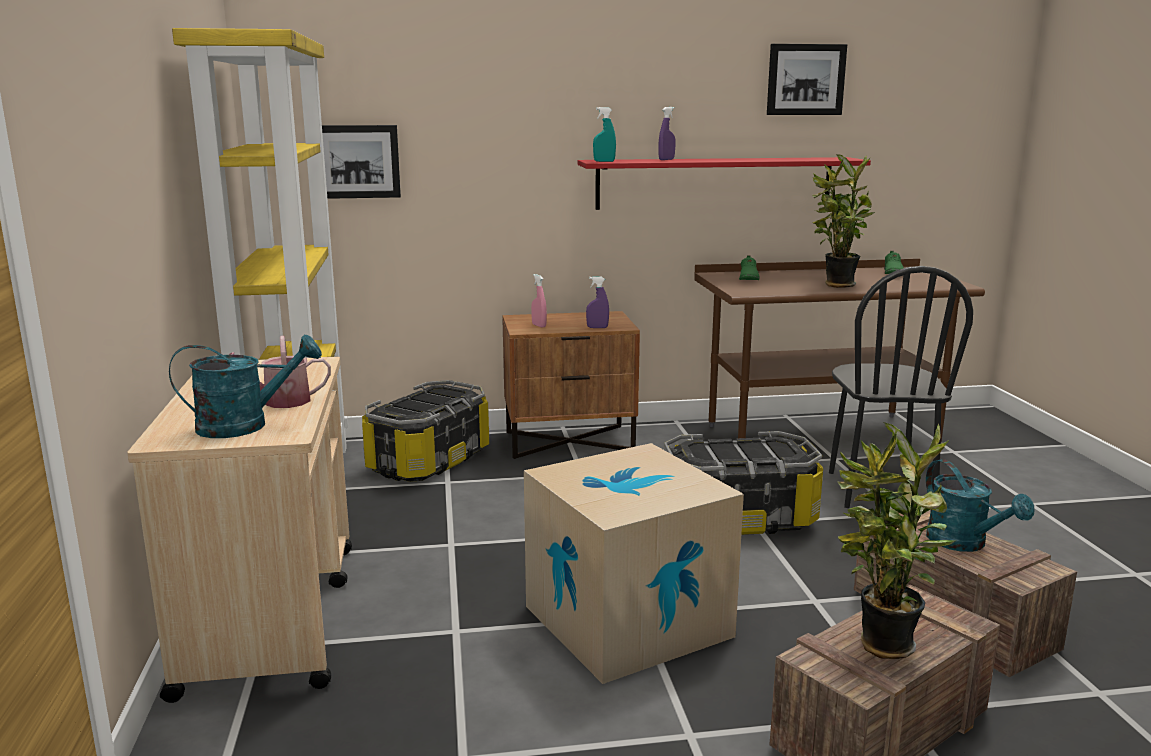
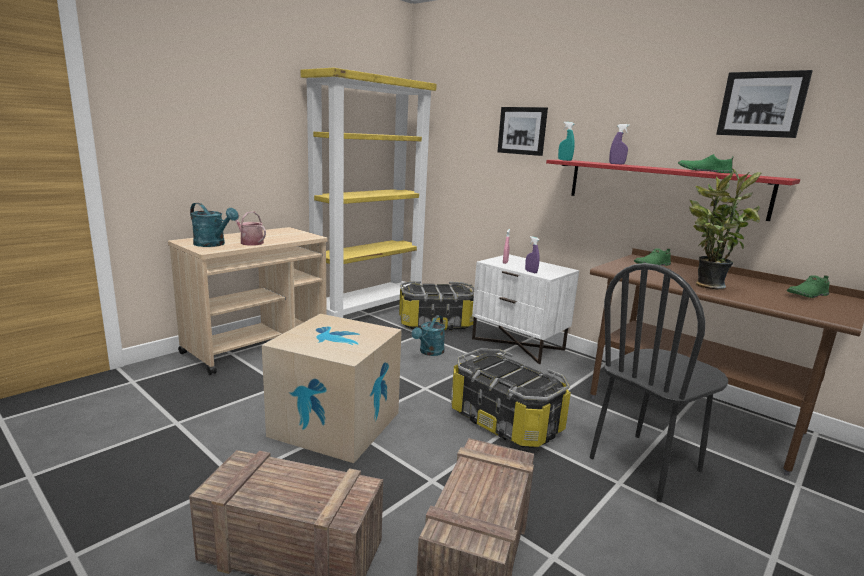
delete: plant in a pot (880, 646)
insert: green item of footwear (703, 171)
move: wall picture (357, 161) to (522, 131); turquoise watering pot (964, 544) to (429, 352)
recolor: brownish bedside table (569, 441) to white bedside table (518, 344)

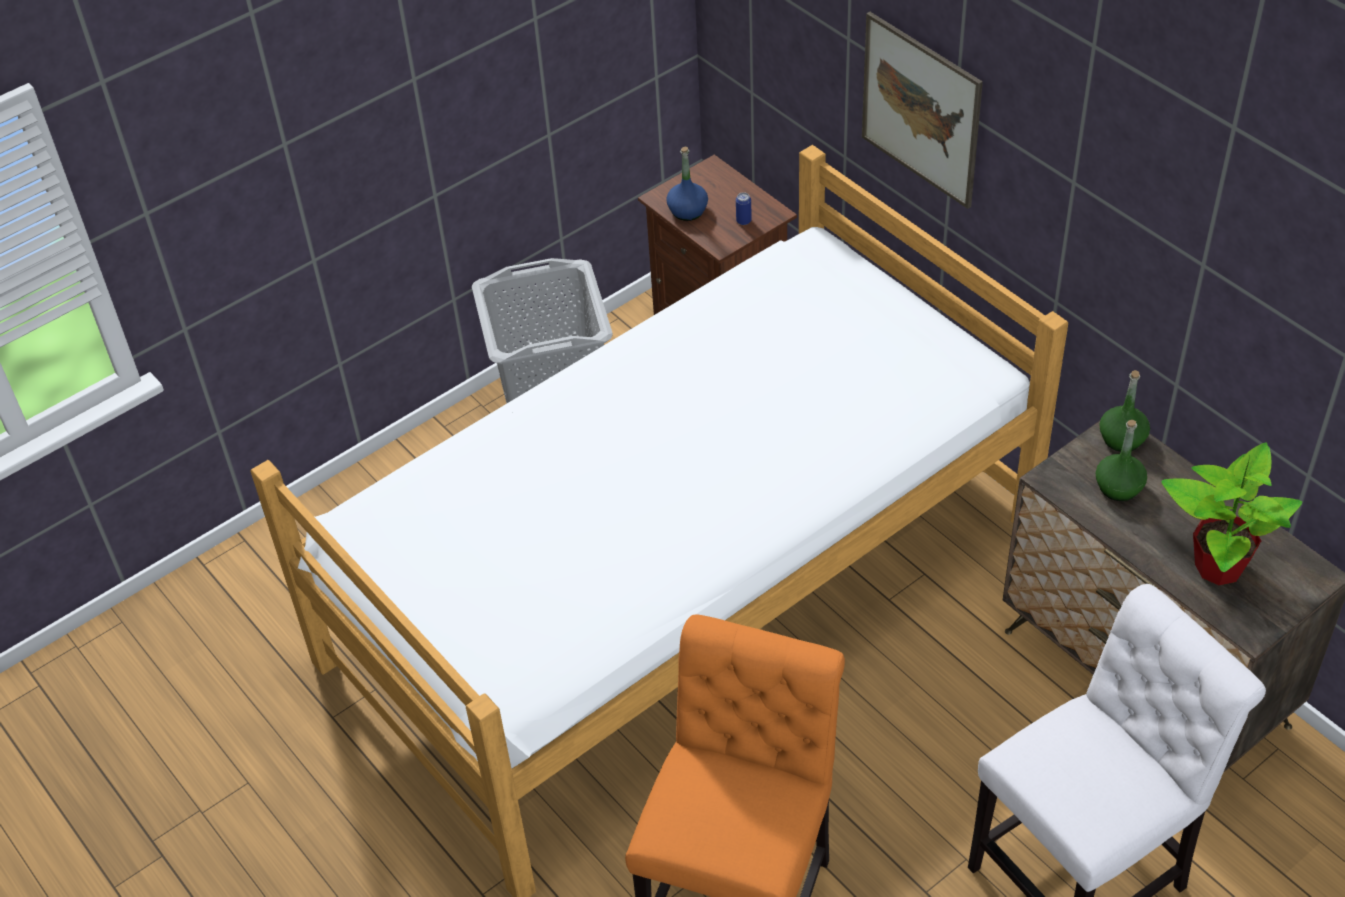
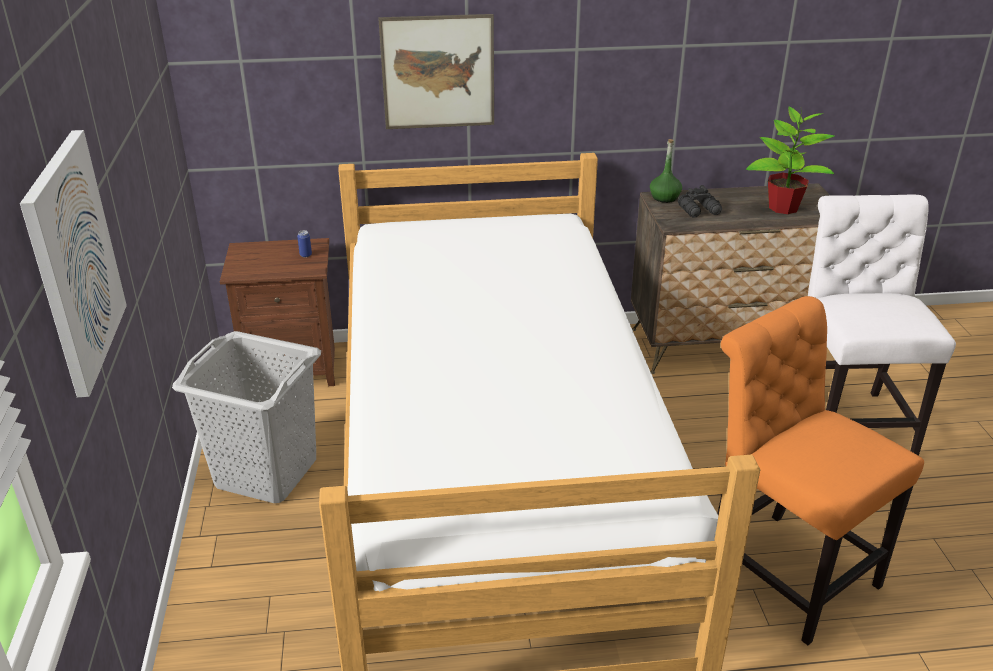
delete: blue beverage bottle (687, 211)
insert: wall picture (73, 261)
replace: green beverage bottle (1118, 487) to black binoculars (700, 210)

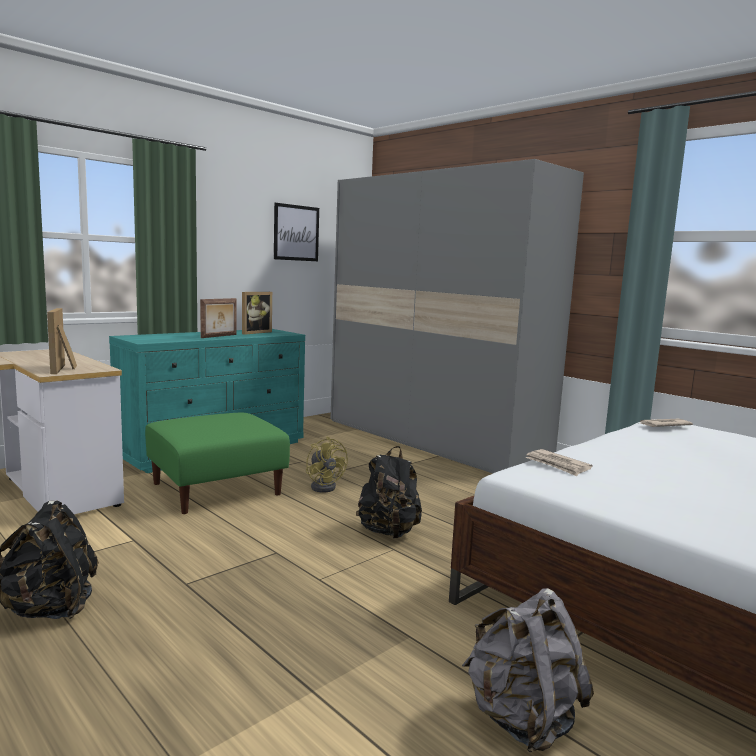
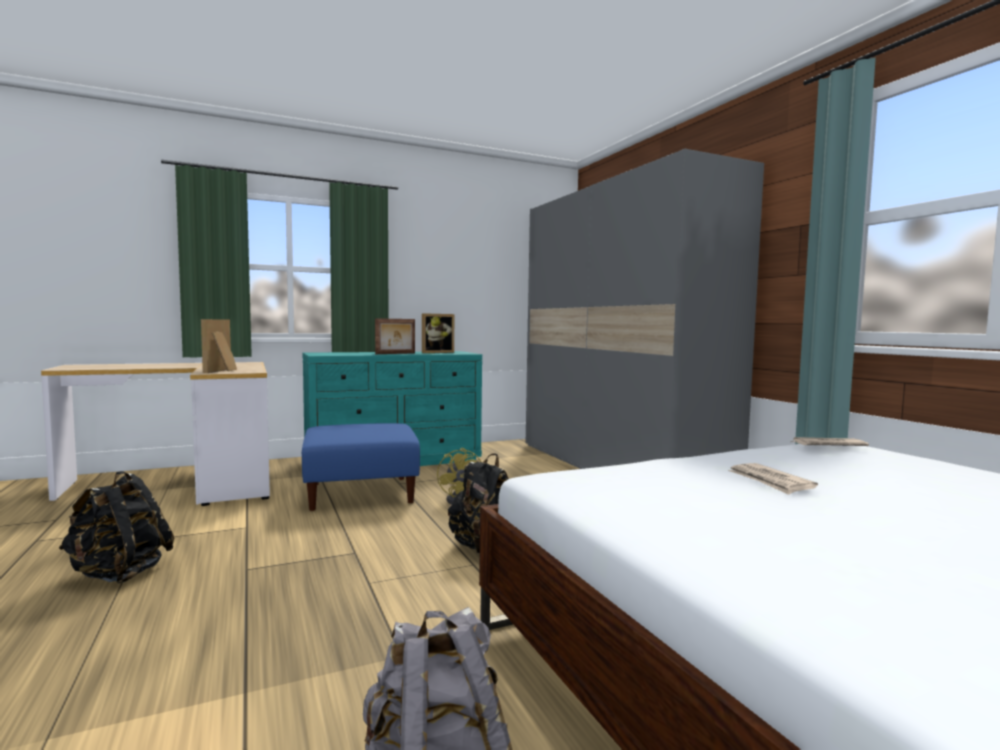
delete: wall picture (296, 233)
move: printed paper (557, 465) to (770, 481)
recolor: green ottoman (216, 489) to blue ottoman (360, 493)

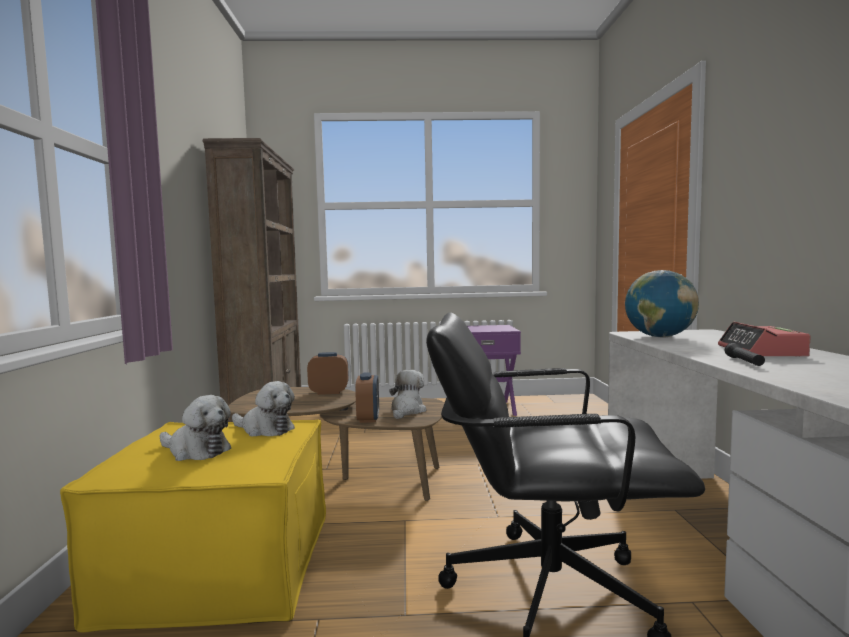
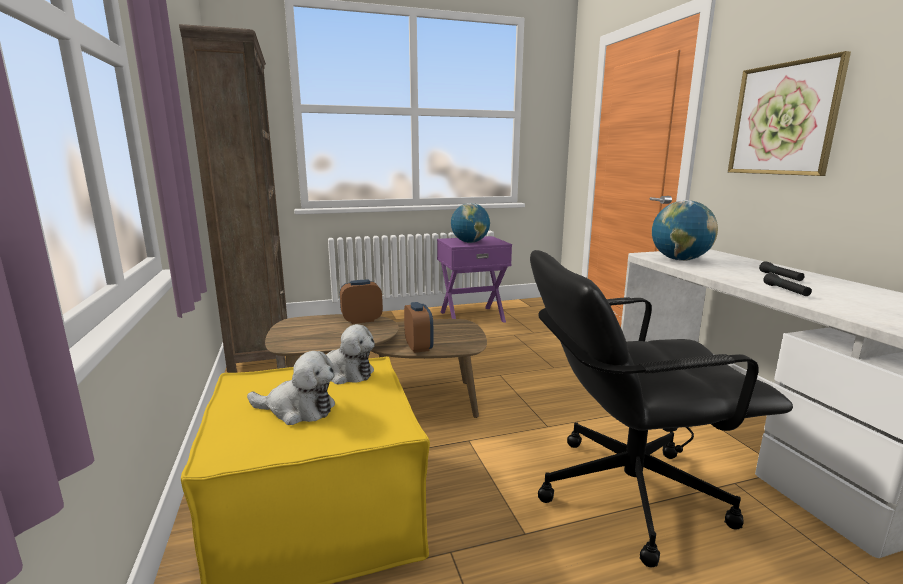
delete: cuddly toy (407, 411)
insert: world globe (470, 242); wall picture (783, 119)
replace: alarm clock (761, 351) to black flashlight (780, 277)

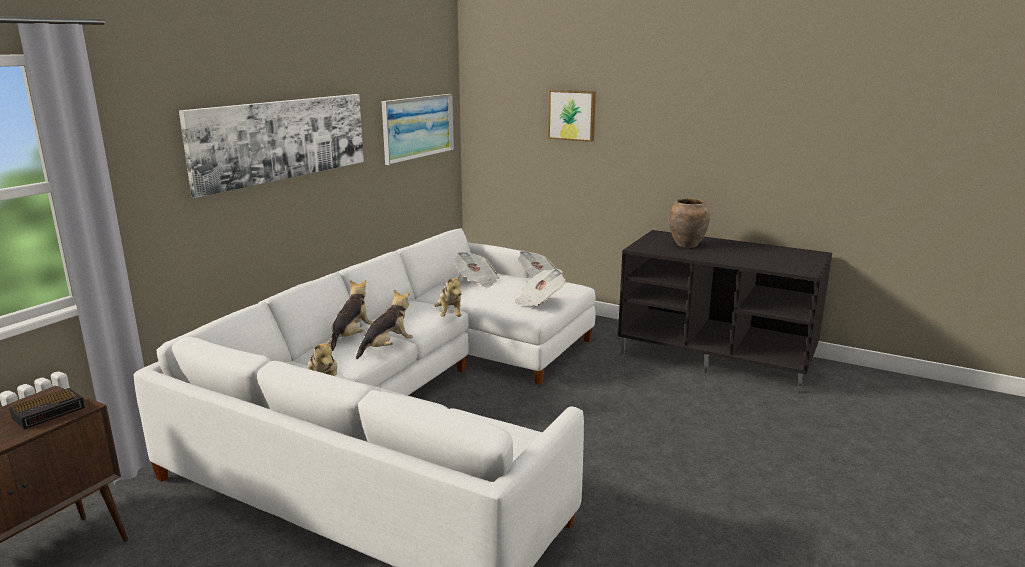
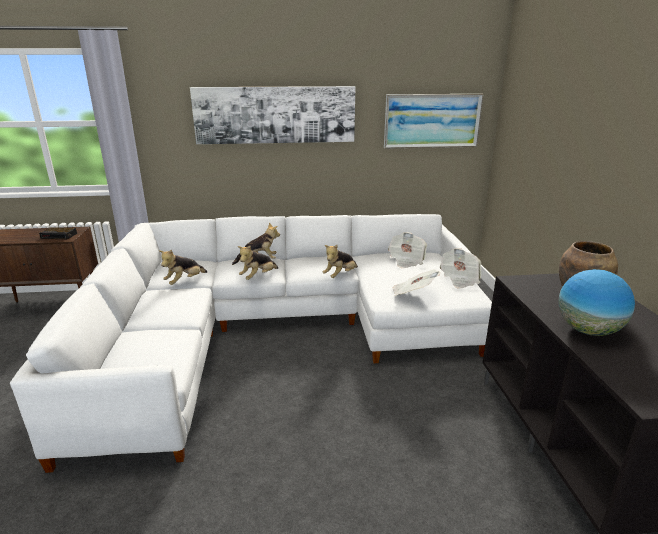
delete: wall picture (572, 115)
insert: world globe (587, 330)
rotate: cuddly toy (387, 347) = (258, 277) 120 degrees clockwise

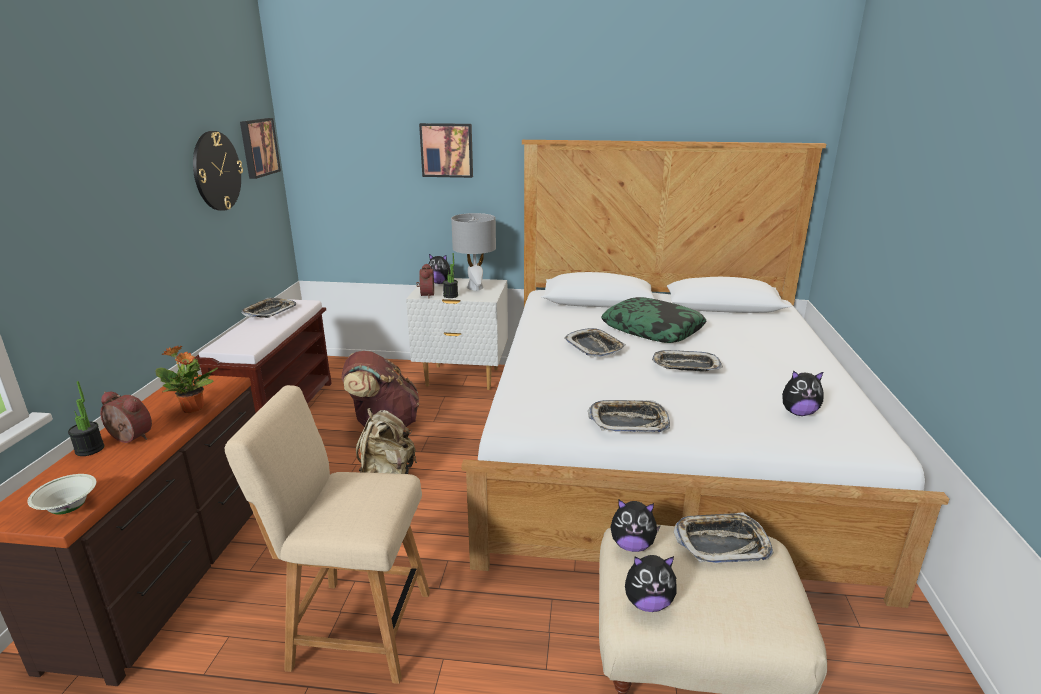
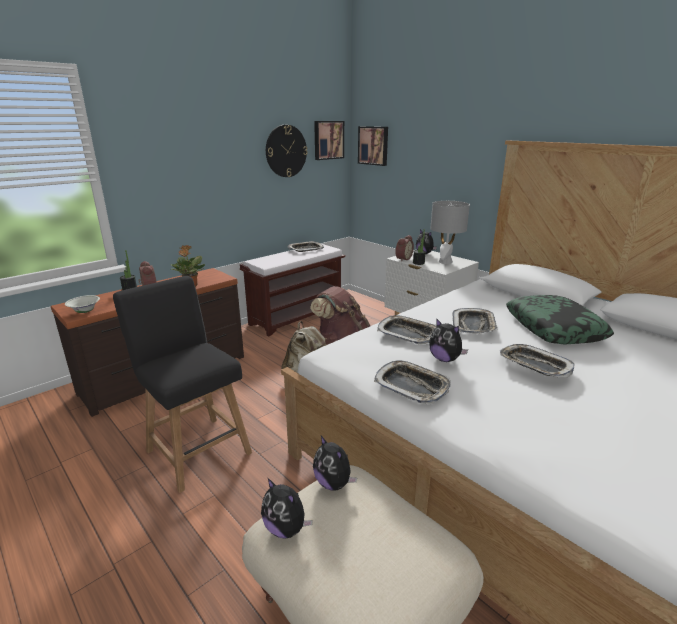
move: wall picture (447, 150) to (373, 145); carrying tray (722, 543) to (407, 333); cuddly toy (798, 413) to (445, 359)
recolor: beige plain chair (354, 628) to black plain chair (196, 449)

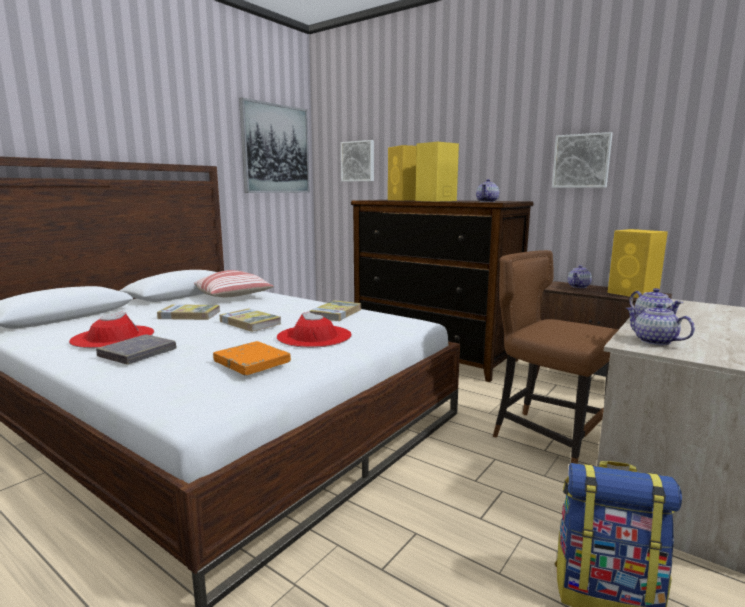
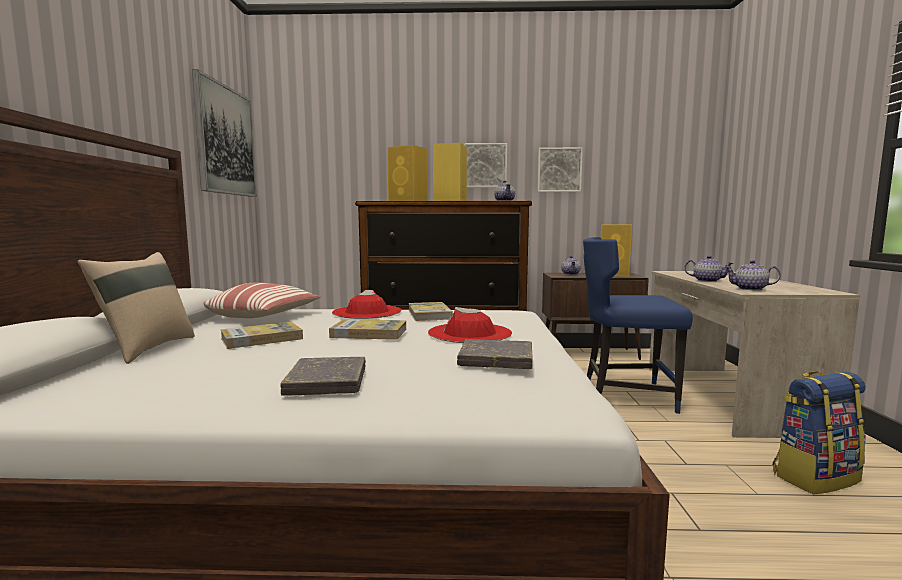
insert: beige throw pillow (146, 348)
move: reddish wearable hat (113, 337) to (367, 312); wall picture (358, 161) to (485, 165)
recolor: orange volume (252, 362) to gray volume (496, 359); brownish plain chair (546, 437) to blue plain chair (625, 396)

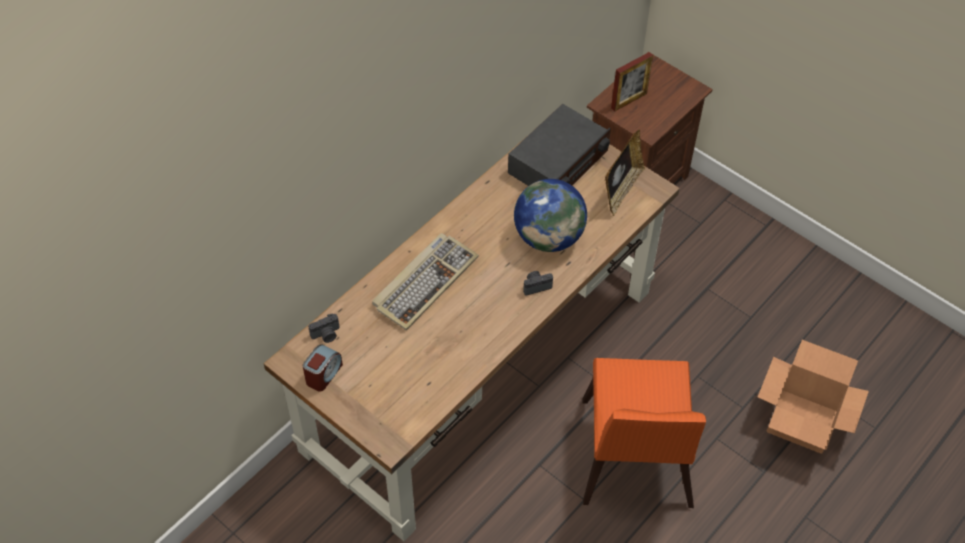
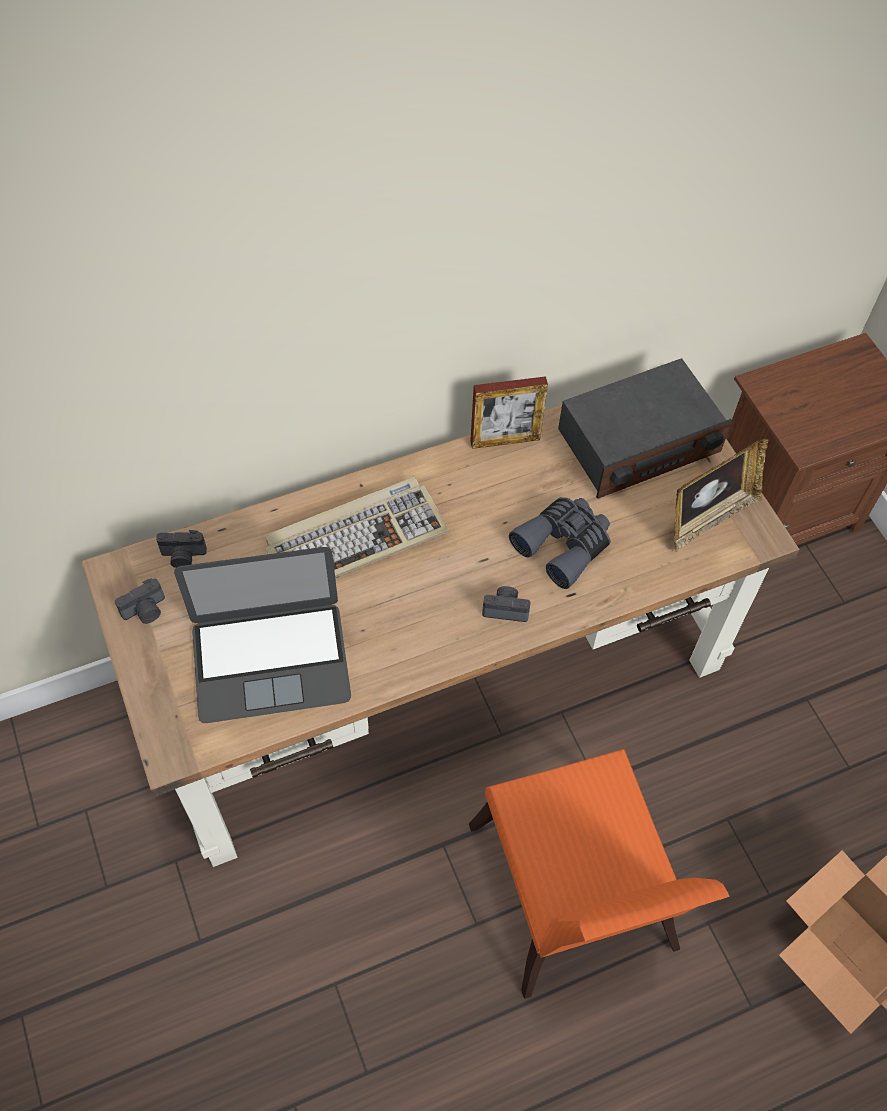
insert: portable computer (270, 661)
move: picture frame (629, 100) to (505, 440)
replace: alarm clock (323, 374) to photo camera (146, 611); world globe (548, 237) to gray binoculars (564, 545)
rotate: orange plain chair (633, 462) = (573, 902) 45 degrees counterclockwise

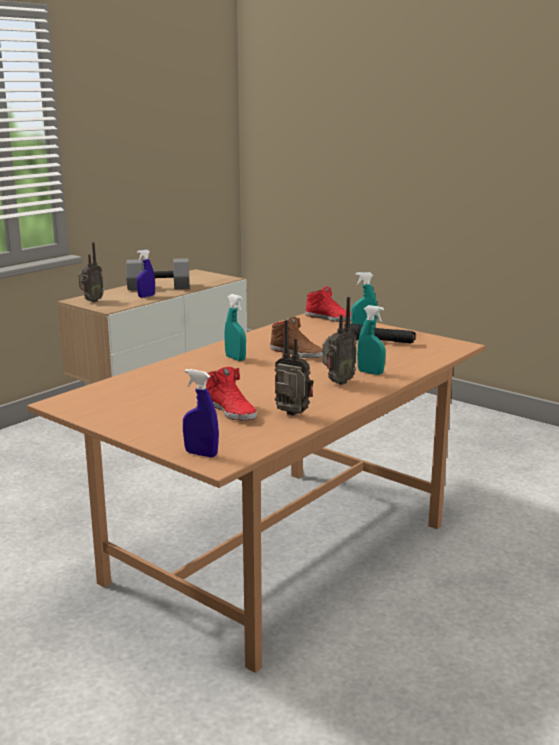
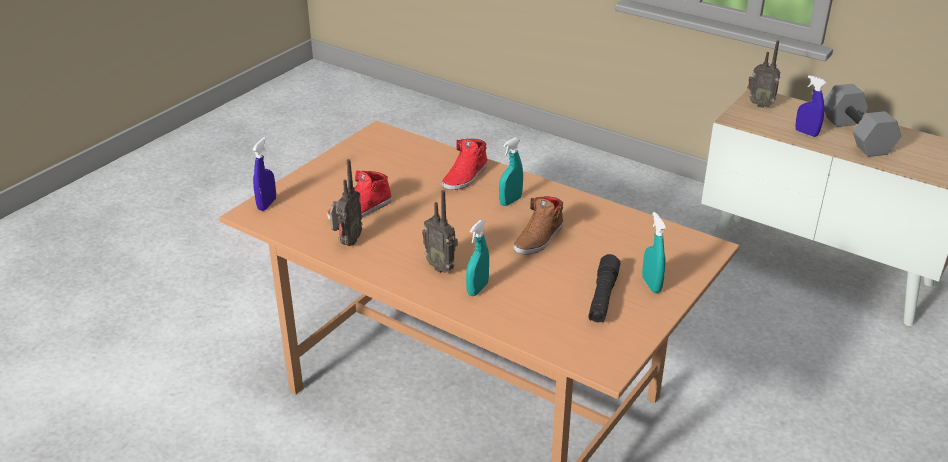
move: reddish item of footwear (330, 318) to (466, 176)

